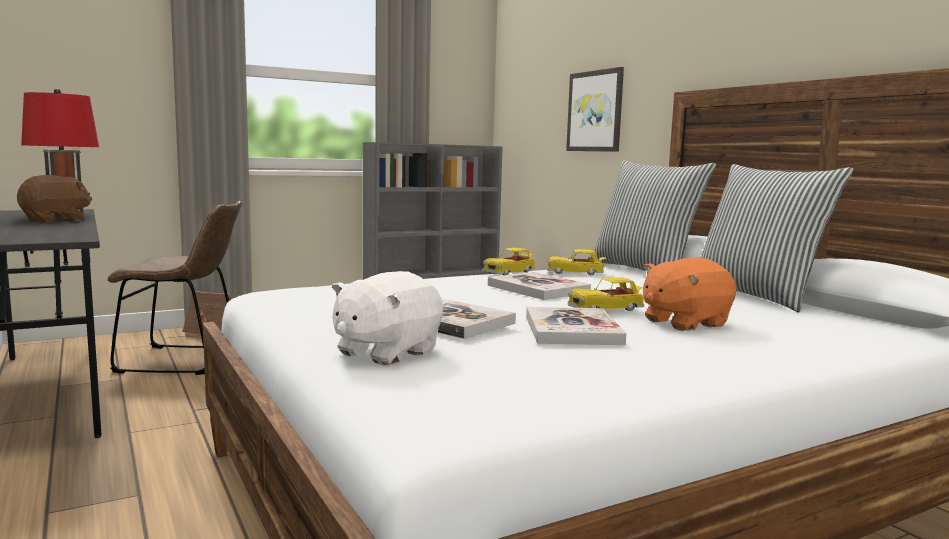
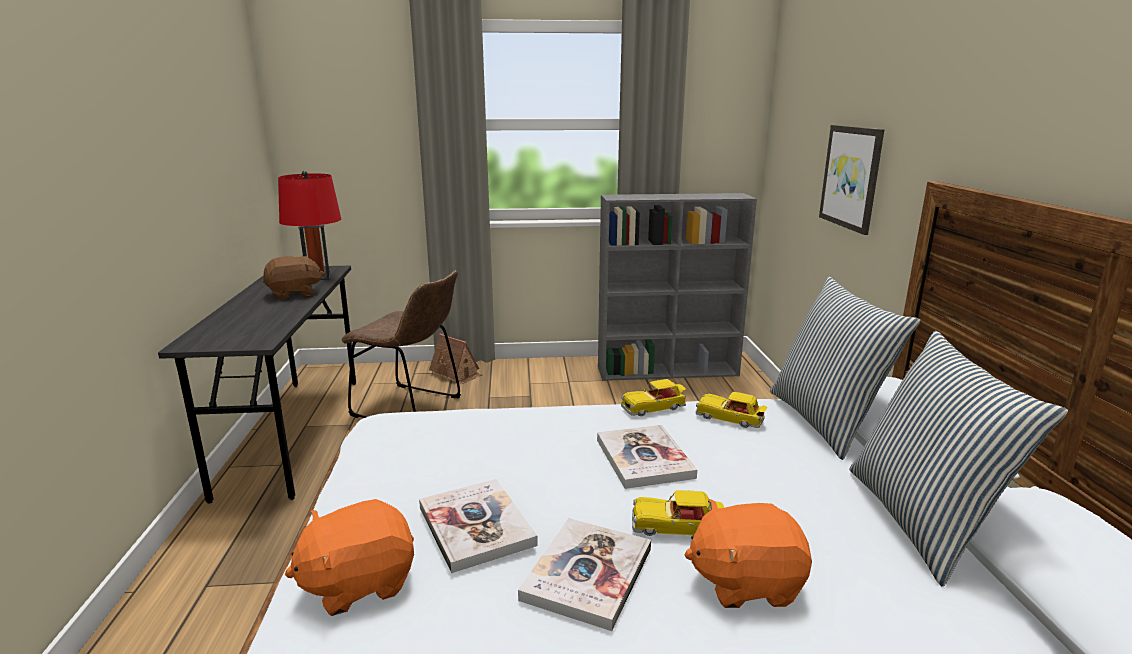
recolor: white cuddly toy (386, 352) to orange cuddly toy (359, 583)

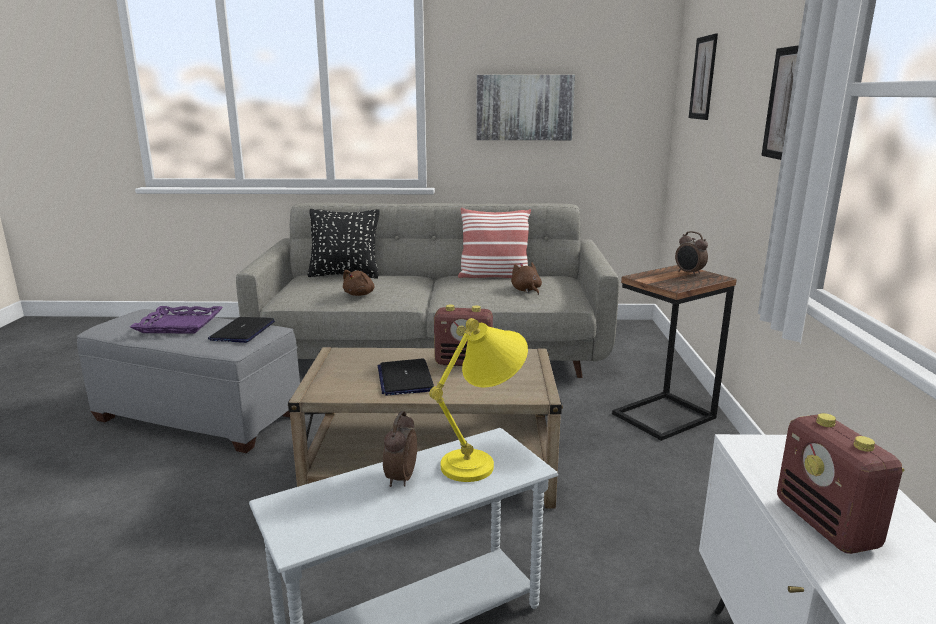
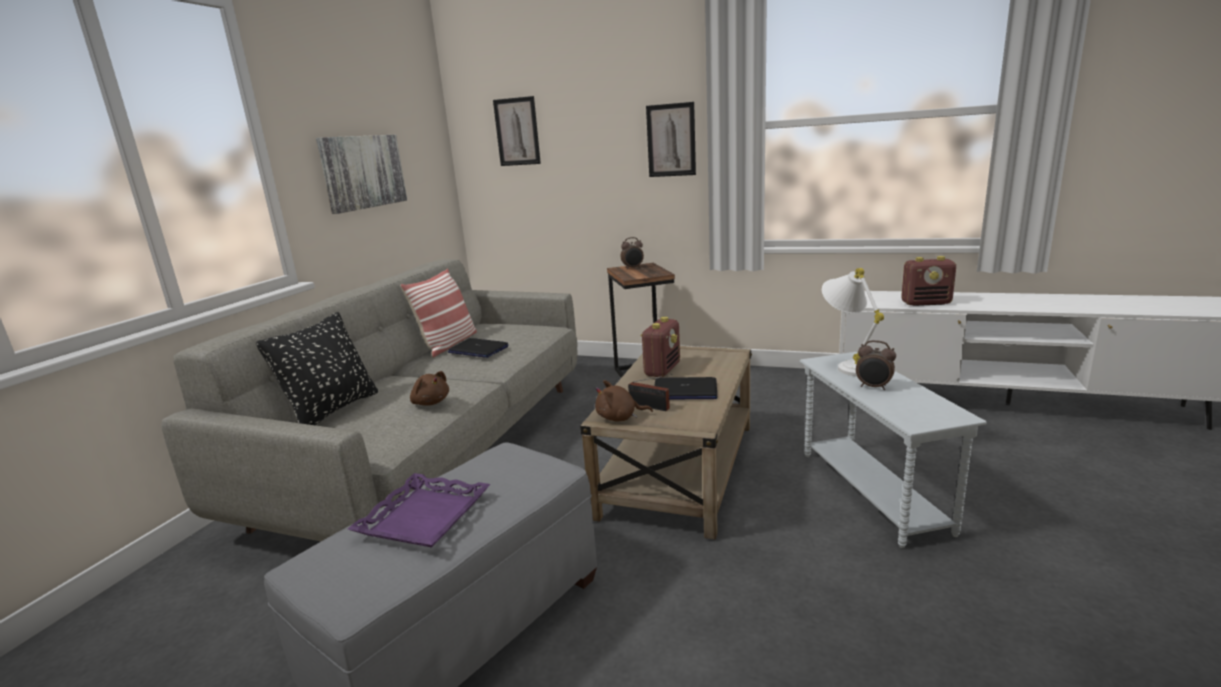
insert: radio receiver (651, 407)
move: portable computer (243, 331) to (478, 349); brownish cuddly toy (526, 290) to (619, 418)
recolor: yellowish tabletop lamp (483, 460) to white tabletop lamp (847, 365)

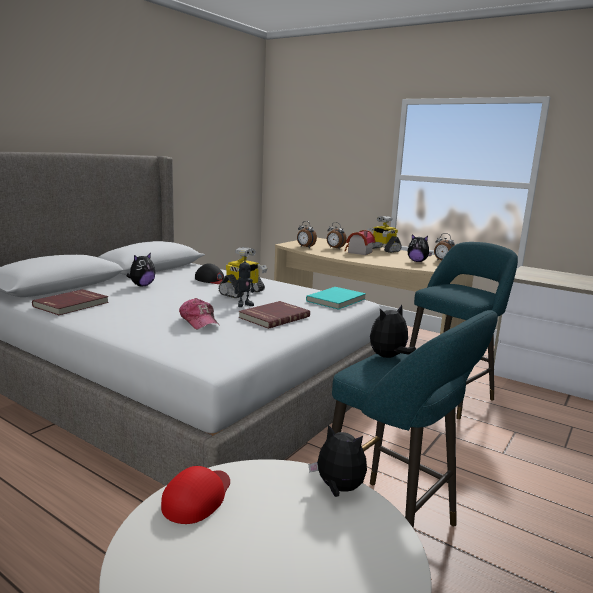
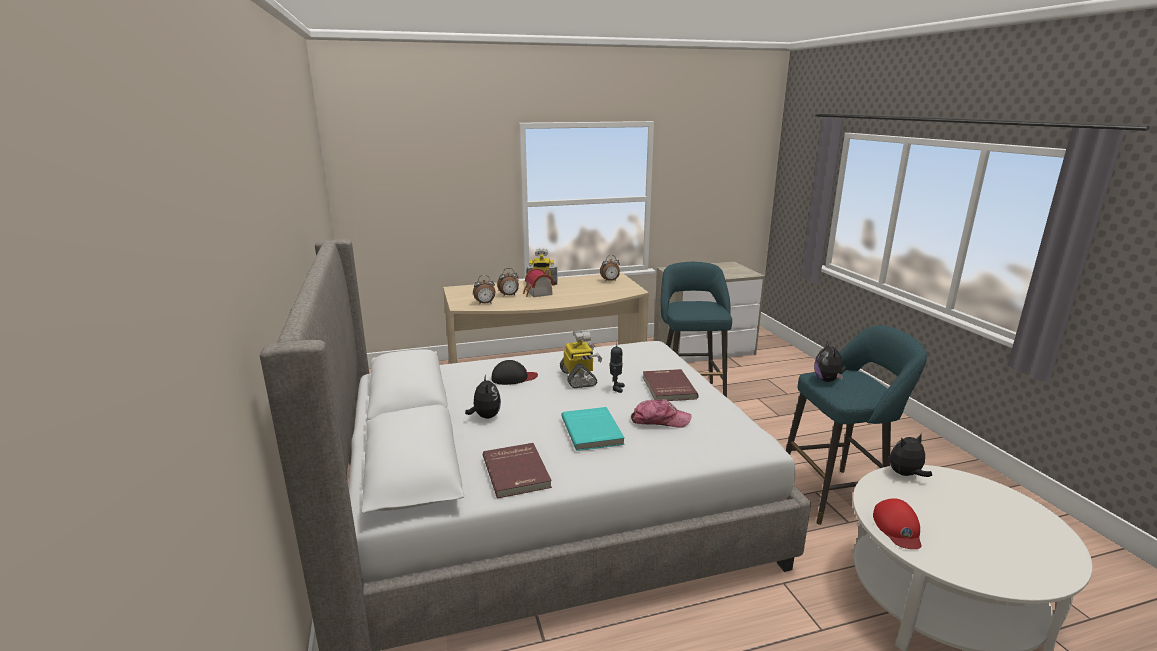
delete: cuddly toy (417, 261)
move: turquoise volume (337, 300) to (593, 431)
rotate: reddish cap (198, 497) = (897, 528) 150 degrees counterclockwise

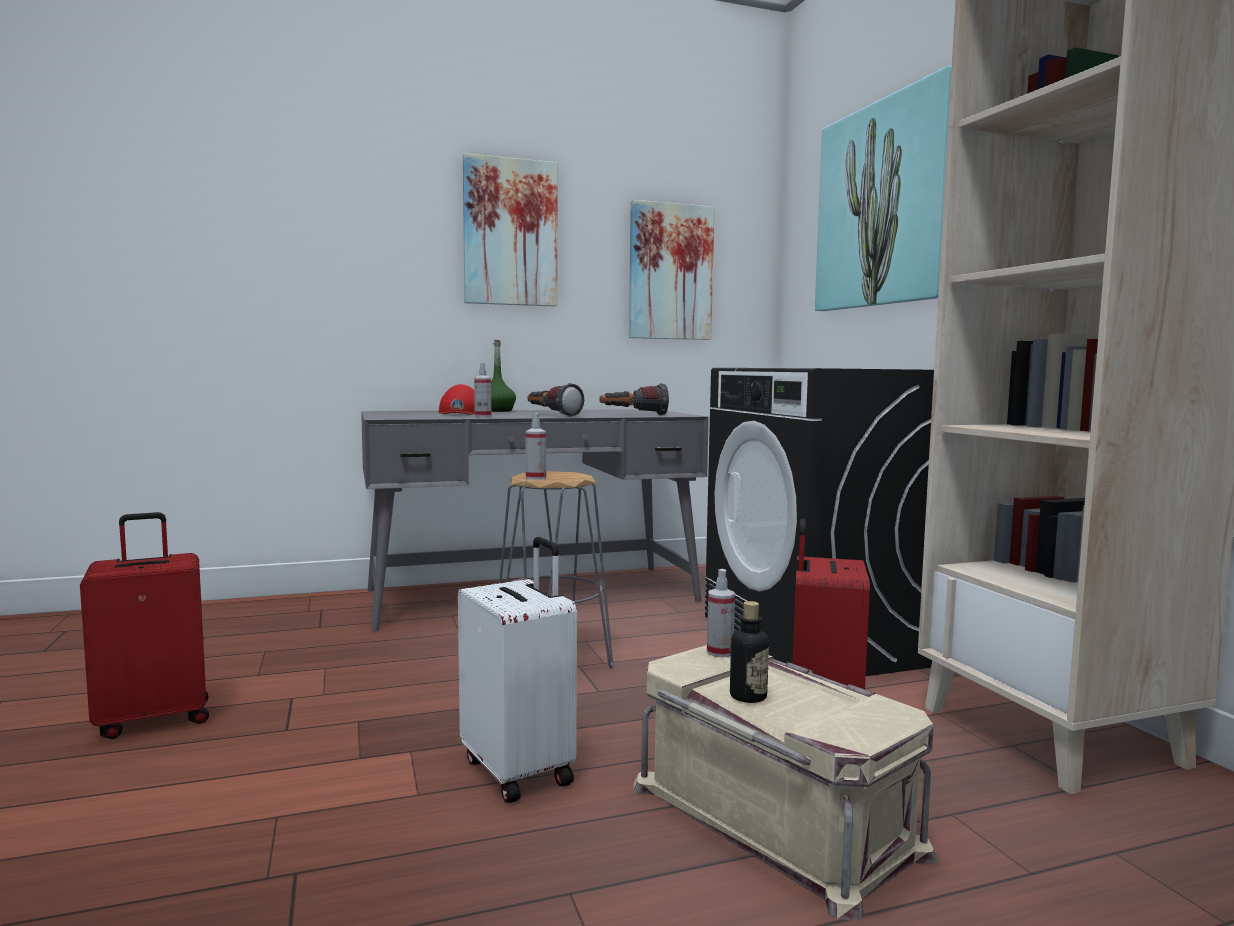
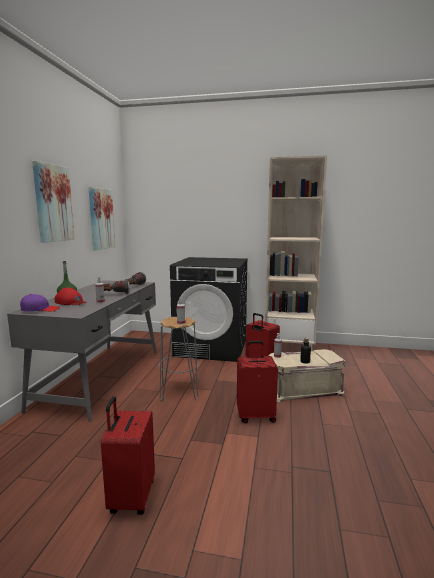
delete: wall picture (884, 205)
insert: purple cap (40, 309)
recolor: white travel case (520, 770) to reddish travel case (256, 416)

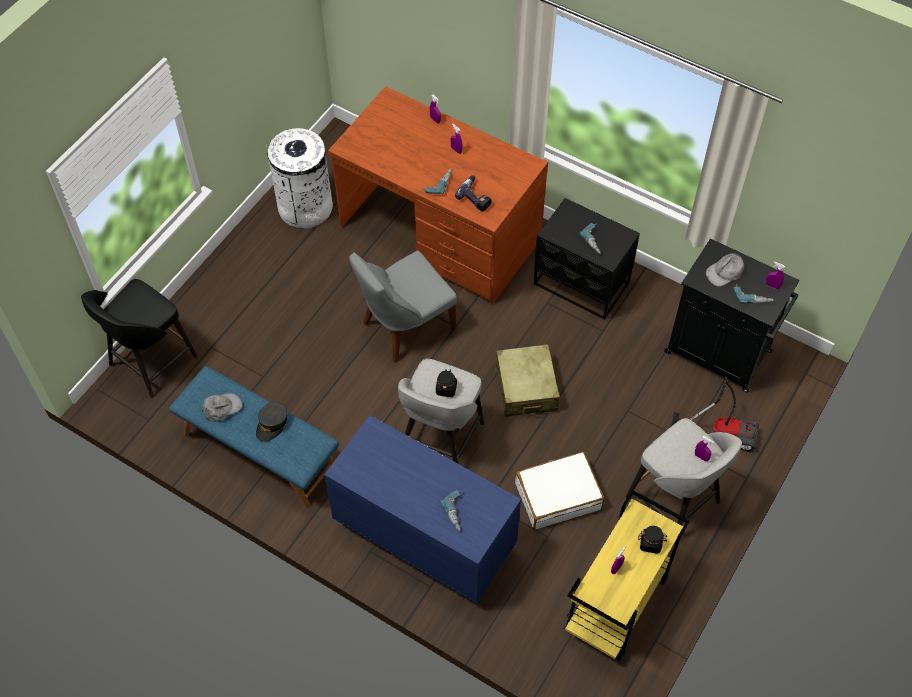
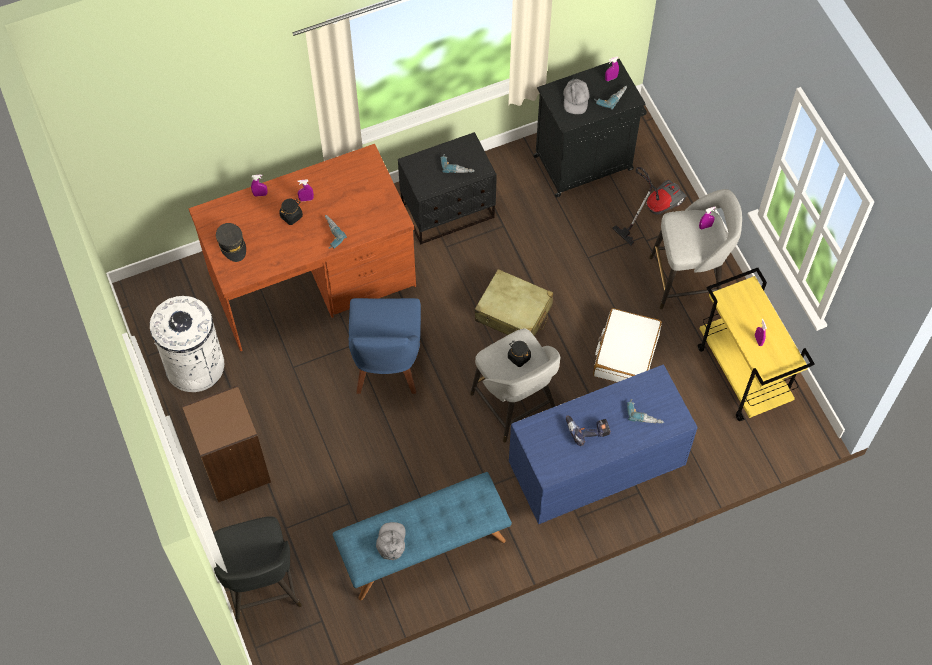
insert: brownish bookshelf (234, 468)
move: gray cap (272, 424) to (232, 245); power drill (476, 197) to (587, 429); black preserve jar (651, 543) to (291, 216)
recolor: gray plain chair (404, 327) to blue plain chair (386, 365)

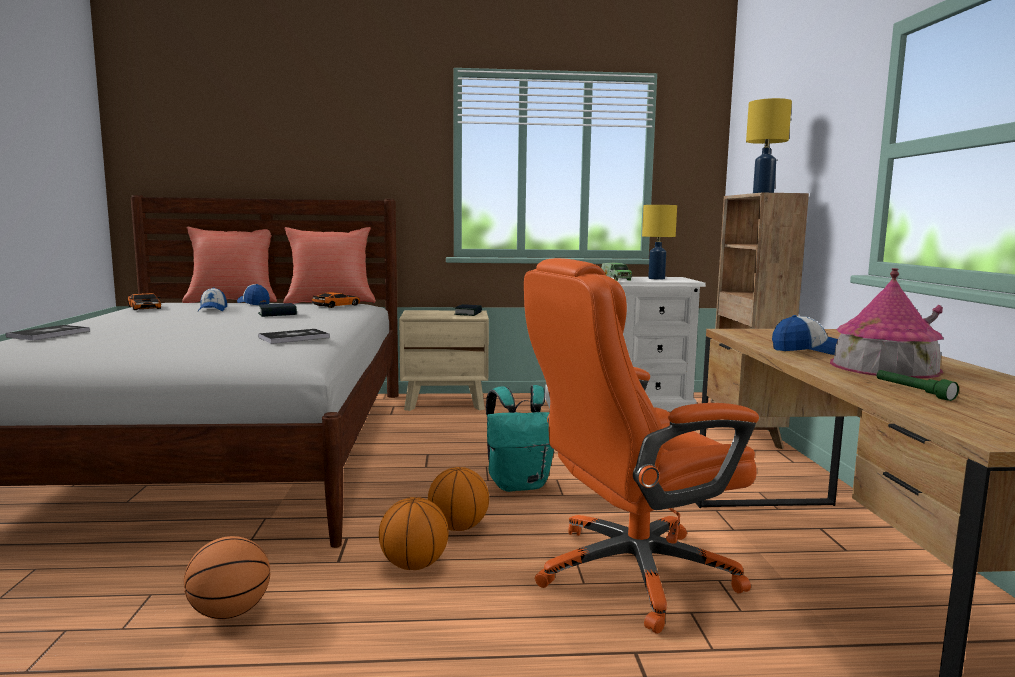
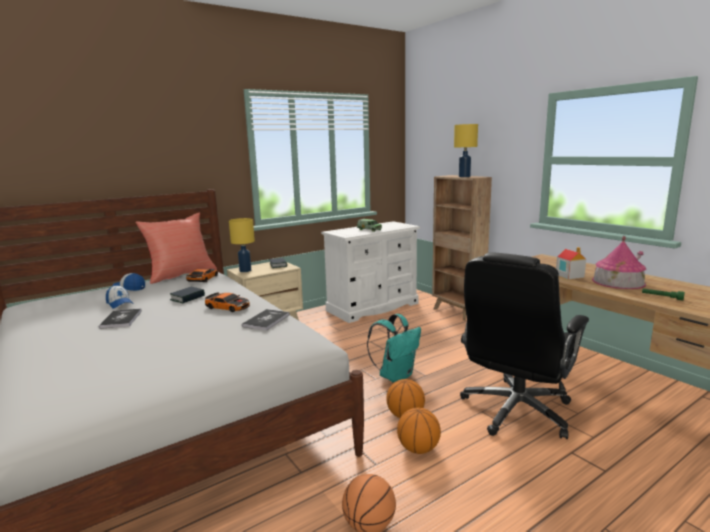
delete: reddish throw pillow (232, 301)
move: volume (49, 334) to (121, 319); toy car (145, 307) to (228, 306); yellowish tabletop lamp (656, 278) to (245, 270)
replace: cap (807, 350) to toy house (569, 275)
recolor: orange office chair (630, 573) to black office chair (516, 411)

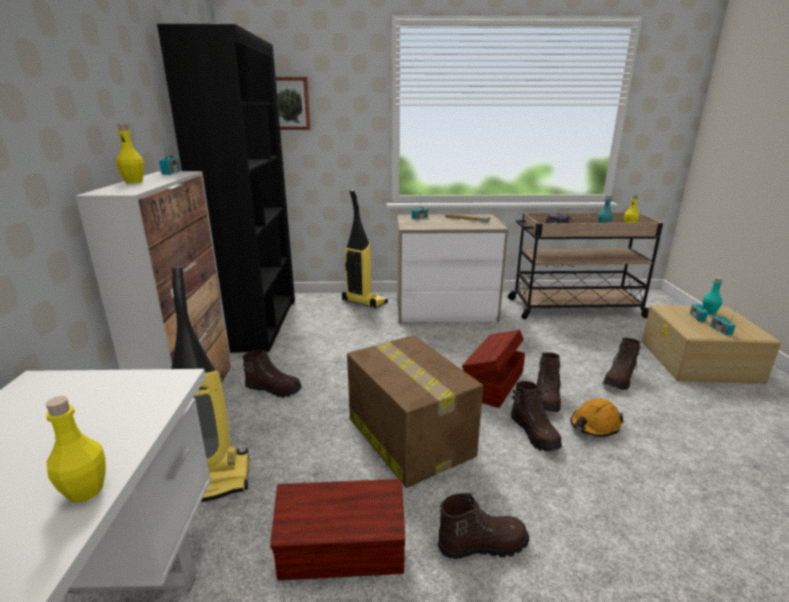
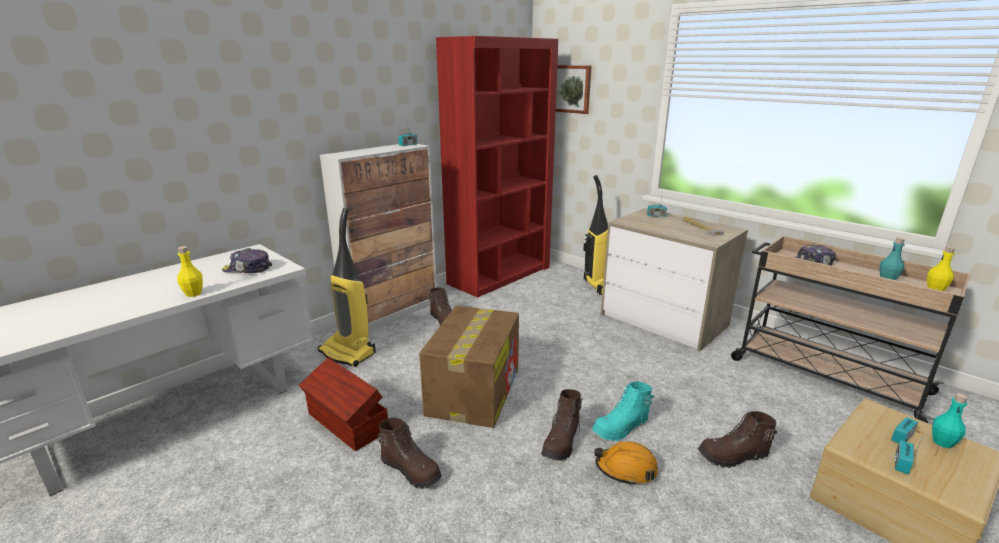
delete: yellowish beverage bottle (134, 182); brownish storage bin (493, 384)
insert: cap (247, 269)
recolor: black bookshelf (258, 323) to reddish bookshelf (500, 275); brownish tall boot (547, 399) to turquoise tall boot (621, 428)

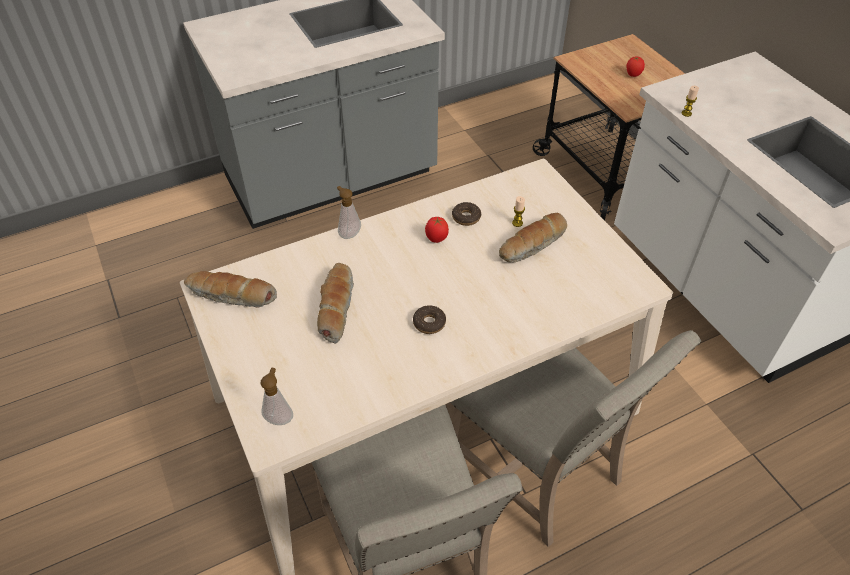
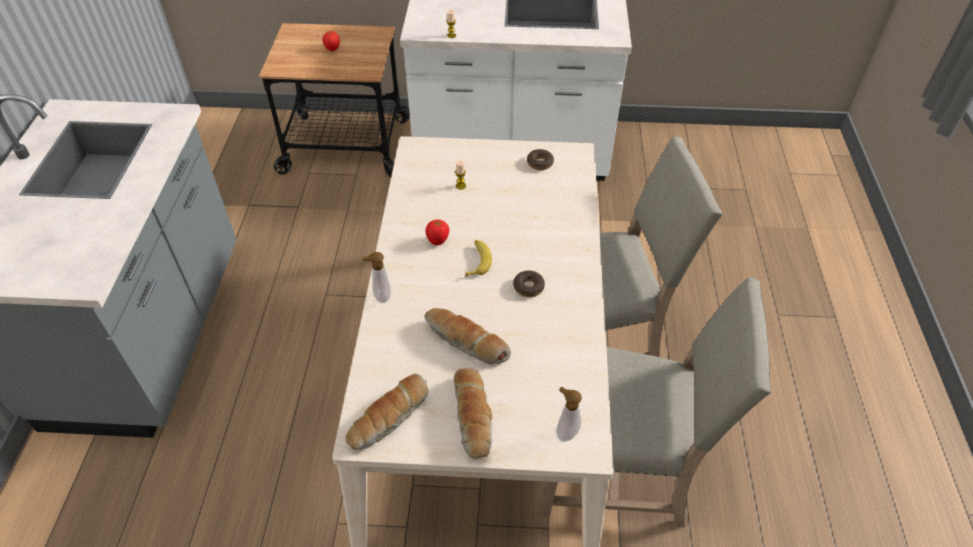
insert: banana (477, 261)
move: donut (466, 217) to (540, 163); bread (533, 245) to (474, 418)

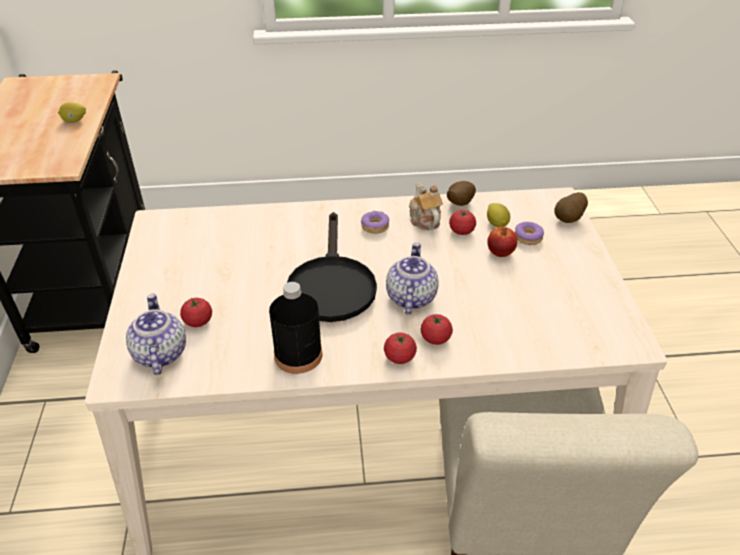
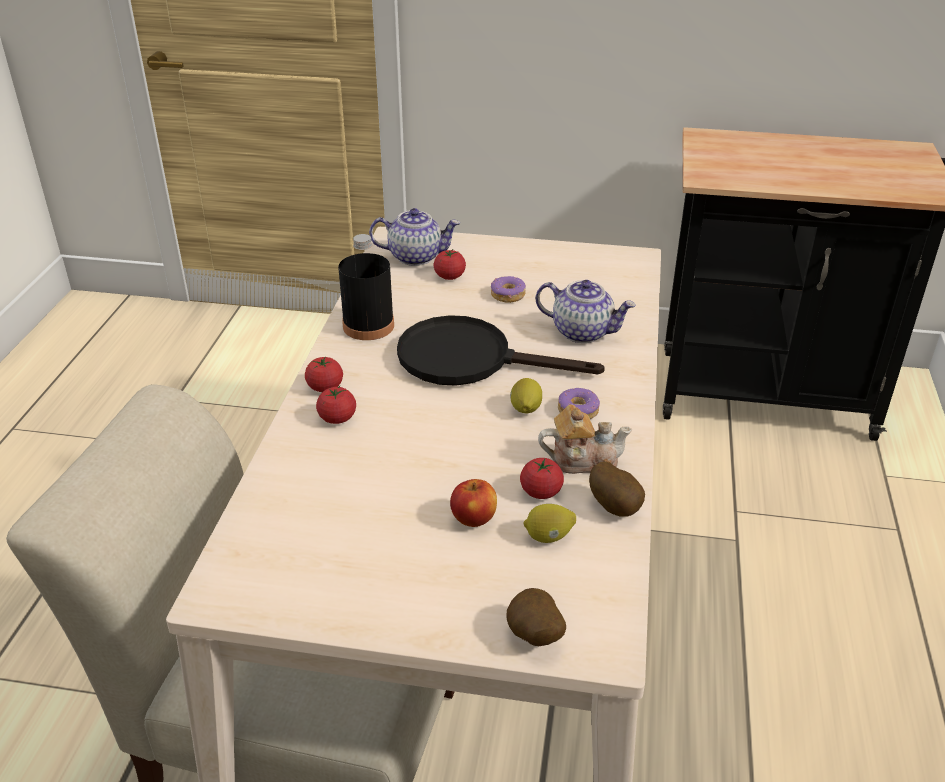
move: whole lemon (74, 121) to (525, 409); pot for tea (410, 297) to (583, 332); donut (528, 237) to (508, 295)

